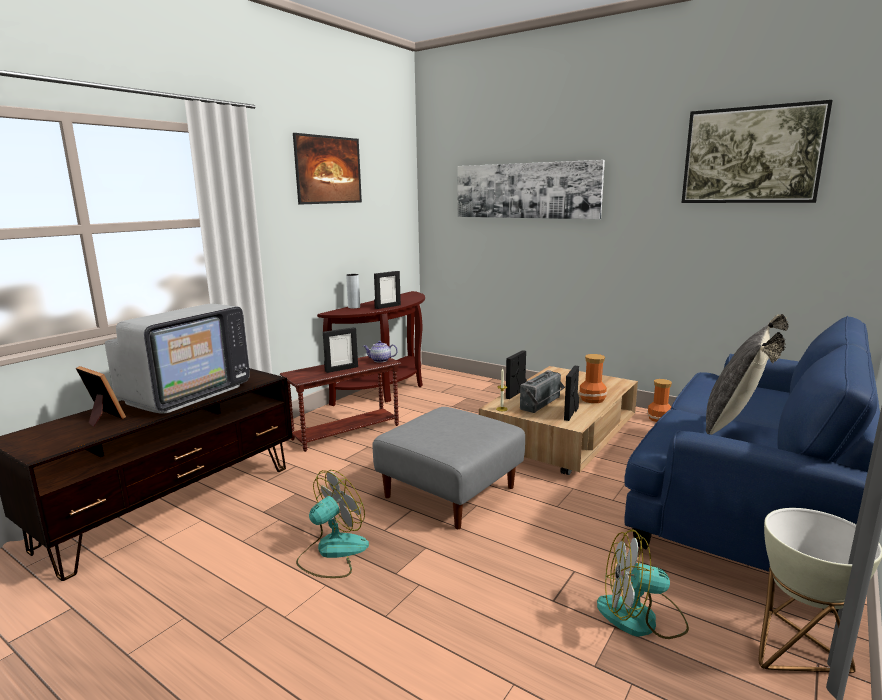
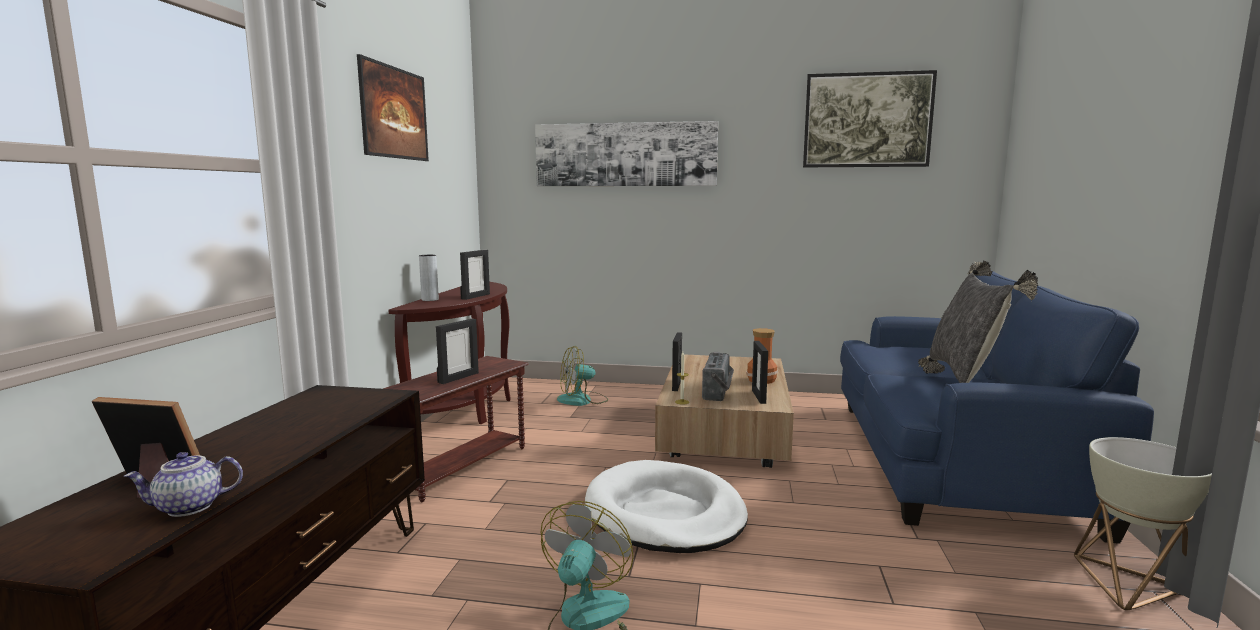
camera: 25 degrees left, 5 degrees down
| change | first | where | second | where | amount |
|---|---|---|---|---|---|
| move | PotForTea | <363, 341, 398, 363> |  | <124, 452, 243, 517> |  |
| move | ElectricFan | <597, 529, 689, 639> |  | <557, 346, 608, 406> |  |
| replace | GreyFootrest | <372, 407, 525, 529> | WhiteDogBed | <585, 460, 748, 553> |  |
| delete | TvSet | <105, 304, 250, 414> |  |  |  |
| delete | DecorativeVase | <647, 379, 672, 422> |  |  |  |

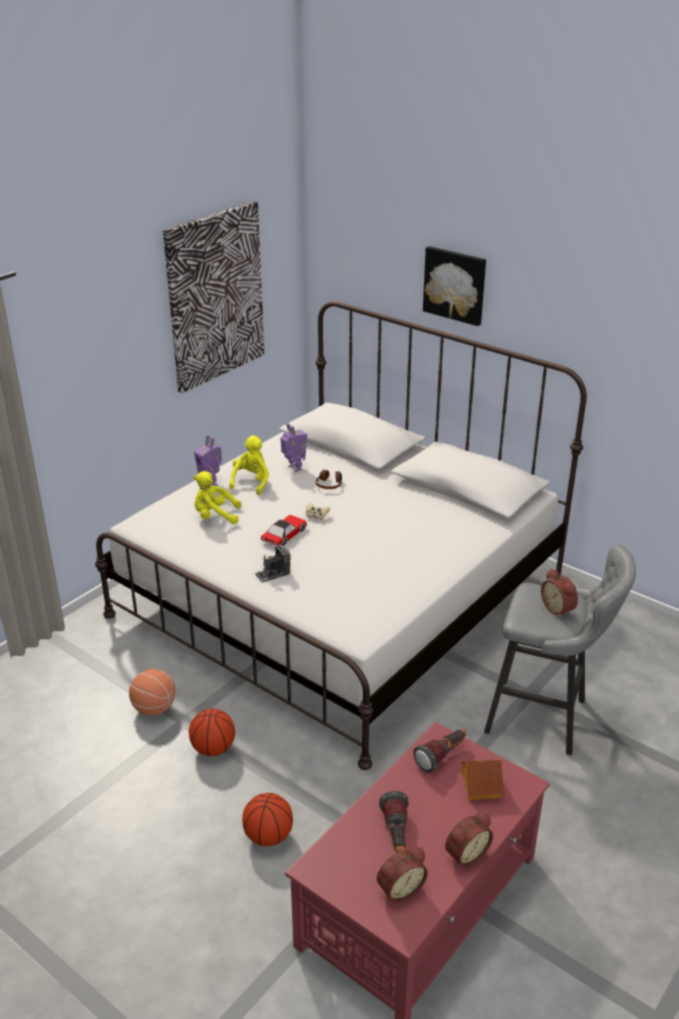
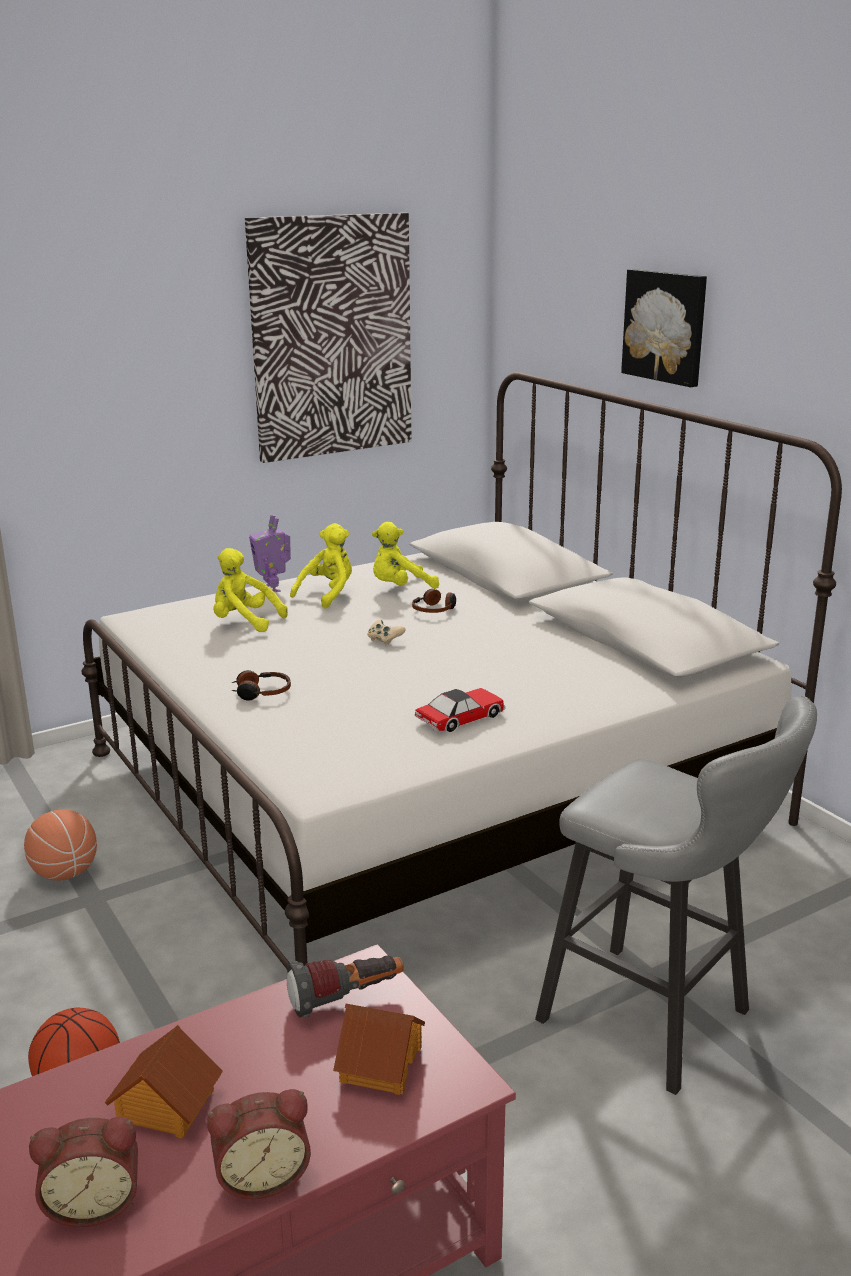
camera: 20 degrees right, 10 degrees down
| change | first | where | second | where | amount |
|---|---|---|---|---|---|
| replace | Flashlight | <379, 791, 409, 853> | ModelHouse | <105, 1025, 223, 1139> |  |
| replace | StillCamera | <255, 545, 291, 582> | Headphones | <231, 670, 291, 701> |  |
| replace | ToyRobot | <280, 423, 307, 472> | YellowPlushToy | <372, 522, 439, 589> |  |
| move | ModelCar | <261, 515, 307, 546> |  | <415, 688, 506, 732> |  |
| delete | BasketballBall | <189, 709, 235, 756> |  |  |  |
| delete | BedsideClock | <541, 568, 578, 618> |  |  |  |

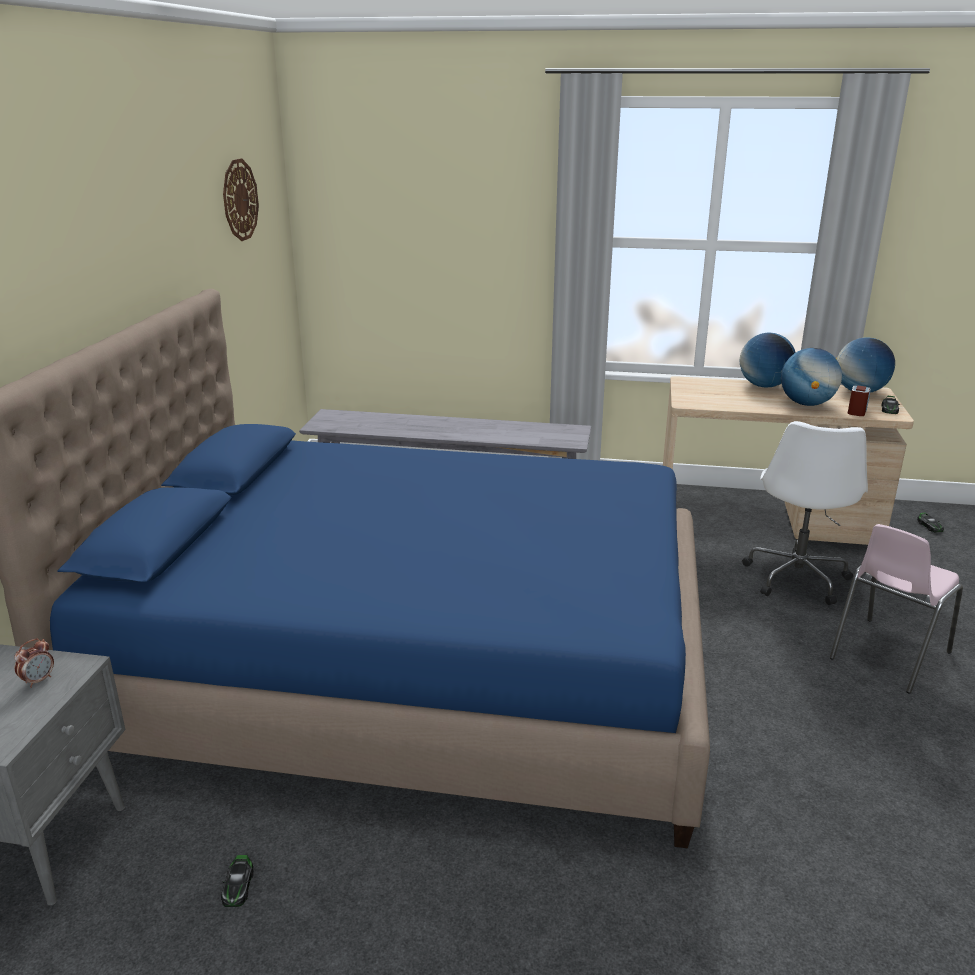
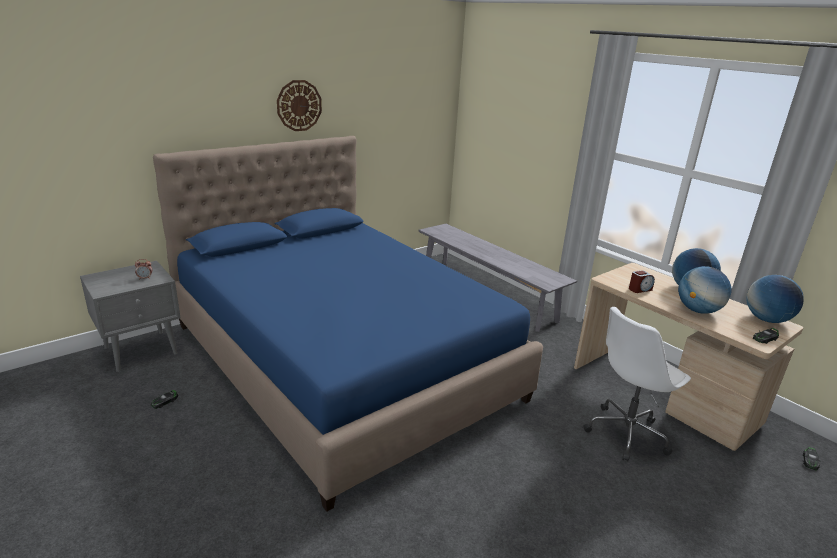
camera: 40 degrees right, 0 degrees up
| change | first | where | second | where | amount |
|---|---|---|---|---|---|
| move | HangingClock | <223, 158, 259, 241> |  | <277, 80, 322, 131> |  |
| move | BedsideClock | <848, 386, 871, 416> |  | <629, 270, 655, 293> |  |
| delete | PinkishPlainChair | <830, 524, 963, 694> |  |  |  |

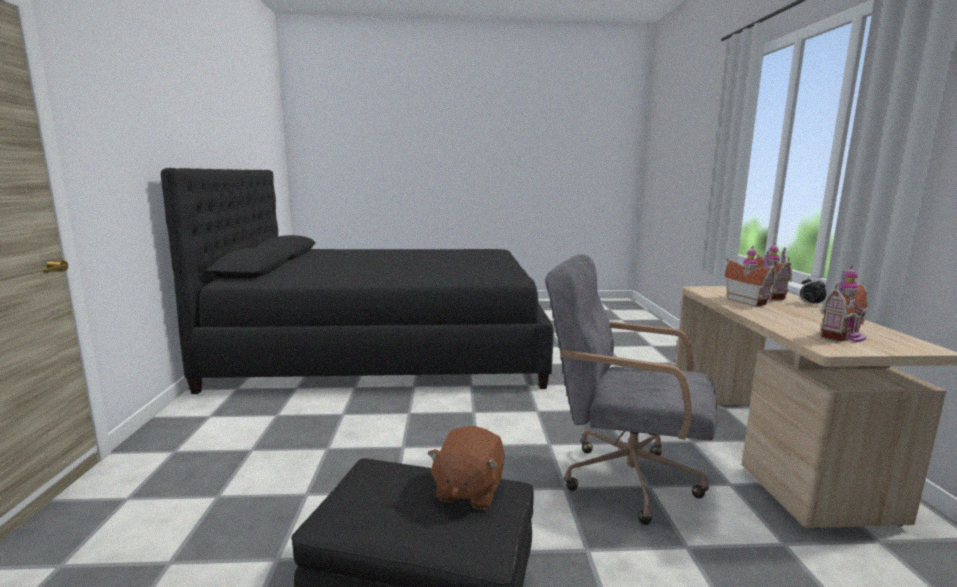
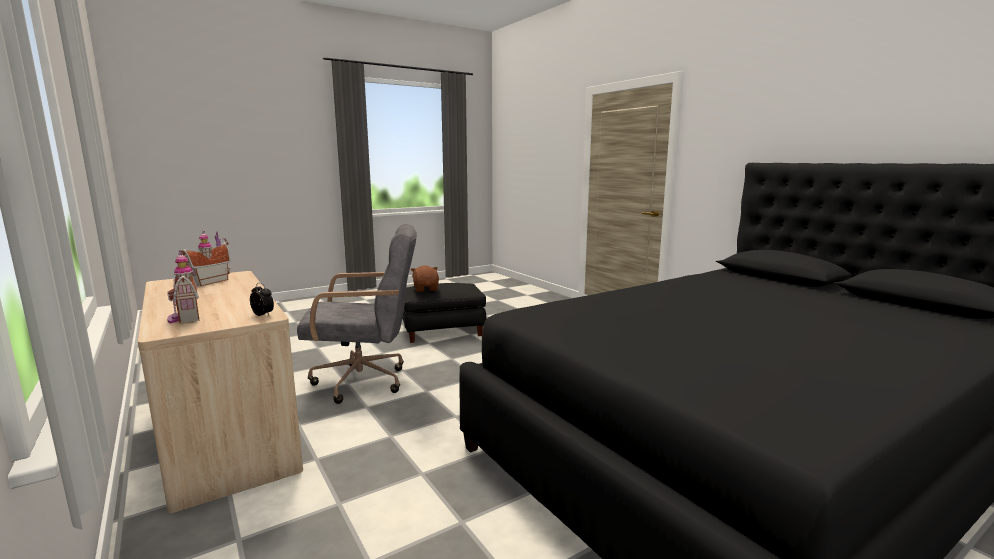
camera: 150 degrees right, 0 degrees up
| change | first | where | second | where | amount |
|---|---|---|---|---|---|
| move | BedsideClock | <800, 276, 827, 306> |  | <250, 283, 274, 317> |  |
| delete | ModelHouse | <724, 246, 778, 307> |  |  |  |

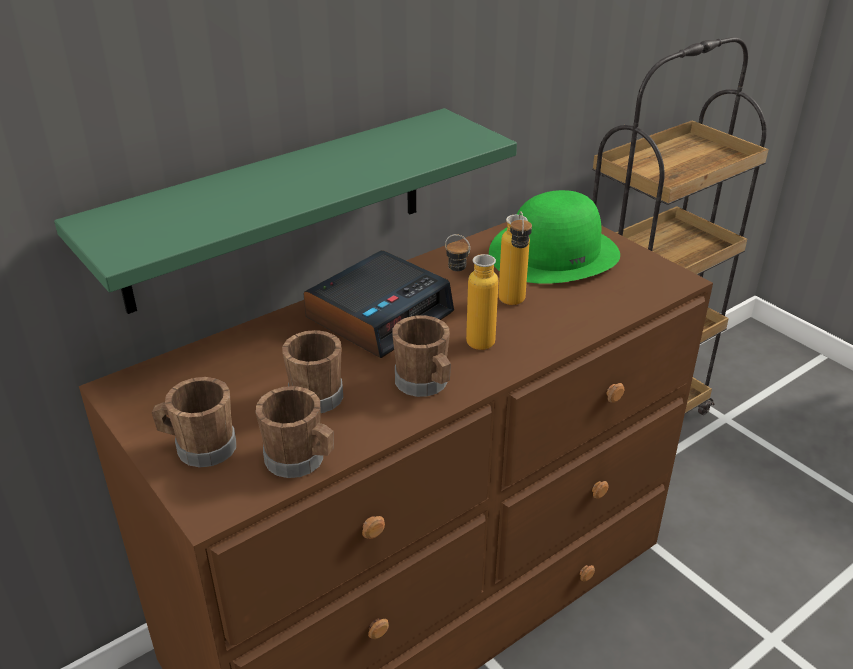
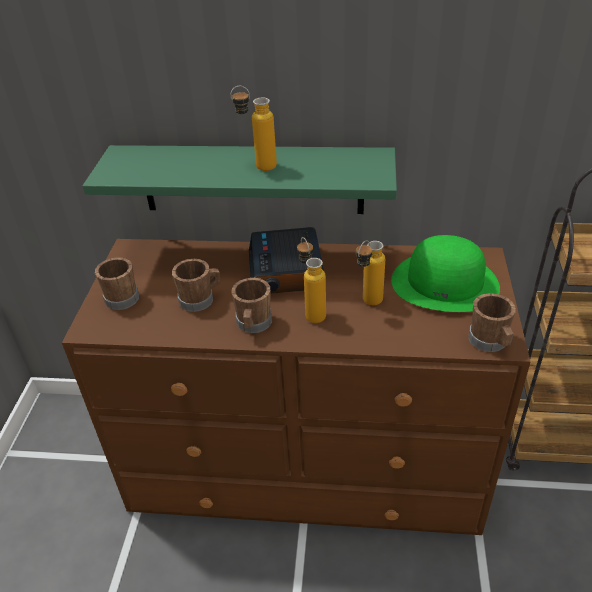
camera: 45 degrees right, 5 degrees up
| change | first | where | second | where | amount |
|---|---|---|---|---|---|
| insert |  |  | Bottle | <231, 86, 277, 171> |  |
| rotate | BedsideClock | <303, 250, 454, 358> |  | <249, 227, 324, 294> | 90 degrees clockwise |
| move | BrownishMug | <256, 386, 334, 478> |  | <468, 293, 516, 352> |  |

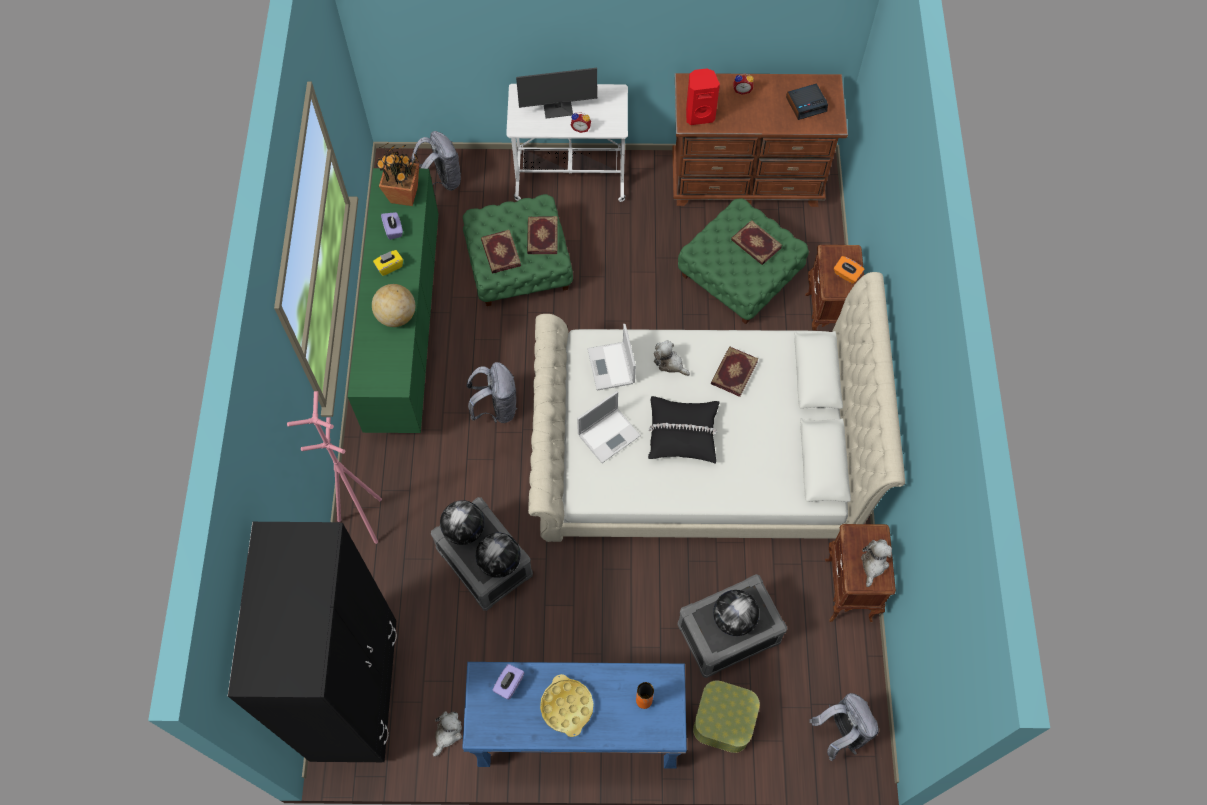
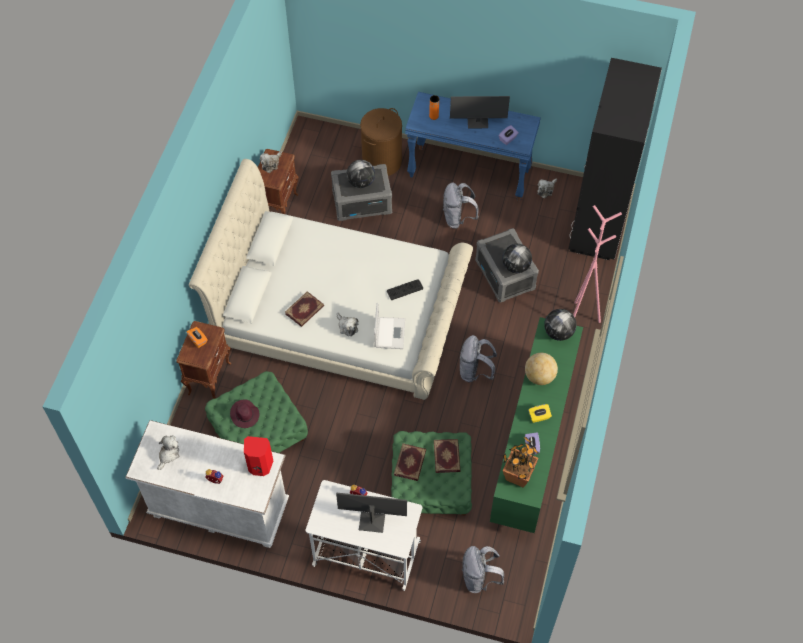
camera: 165 degrees left, 5 degrees down
| change | first | where | second | where | amount |
|---|---|---|---|---|---|
| recolor | BrownishDresser | <672, 73, 848, 207> | WhiteDresser | <125, 420, 289, 548> |  |
| replace | BedsideClock | <786, 83, 828, 120> | PlushToy | <157, 436, 179, 470> |  |
| replace | Volume | <731, 220, 782, 265> | PurpleColouredClothingHat | <230, 399, 259, 428> |  |
| replace | StorageContainer | <693, 680, 760, 753> | BrownishLaundryBasket | <360, 108, 402, 176> |  |
| replace | NotebookComputer | <577, 391, 641, 463> | Keyboard | <387, 279, 423, 300> |  |
| move | GreyBackpack | <810, 693, 879, 762> |  | <443, 182, 479, 229> |  |
| replace | YellowServingTray | <540, 674, 594, 737> | Monitor | <450, 96, 510, 128> |  |
| move | Globe | <476, 533, 521, 578> |  | <544, 309, 576, 341> |  |
| delete | BlackThrowPillow | <648, 396, 720, 464> |  |  |  |

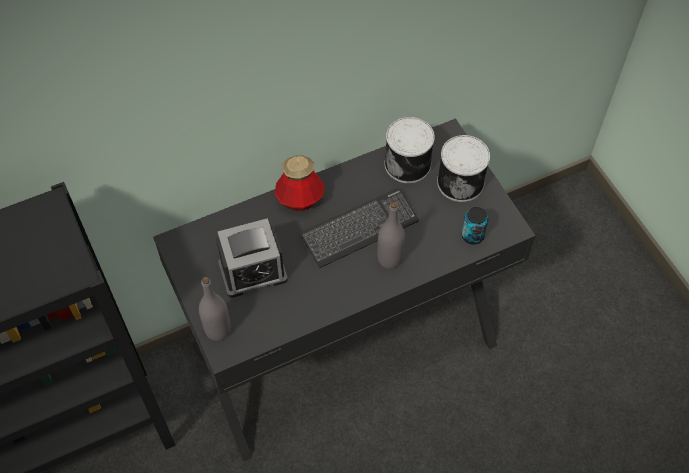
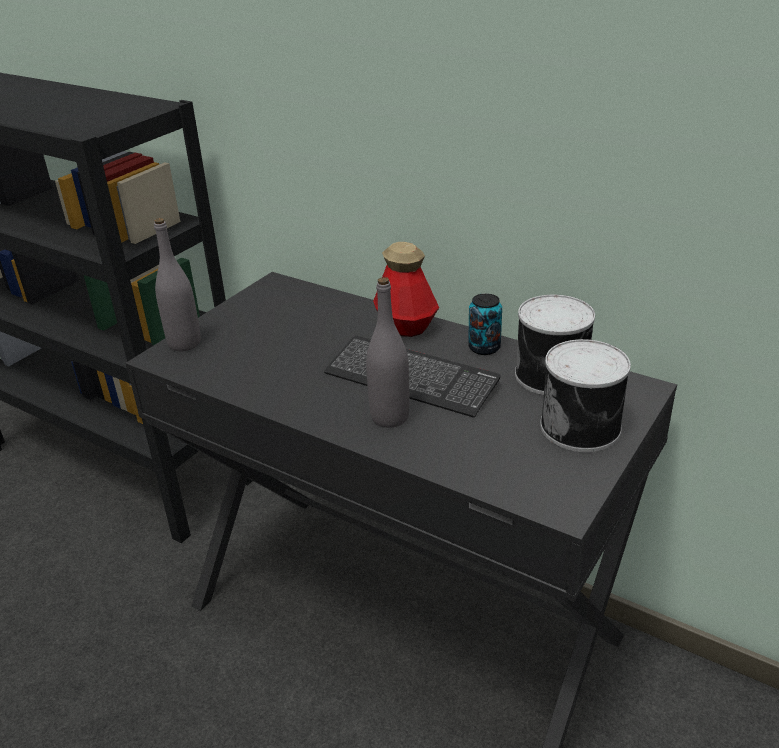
camera: 60 degrees right, 25 degrees down
| change | first | where | second | where | amount |
|---|---|---|---|---|---|
| move | MetalCan | <462, 207, 488, 245> |  | <468, 293, 502, 355> |  |
| delete | BedsideClock | <216, 218, 288, 298> |  |  |  |

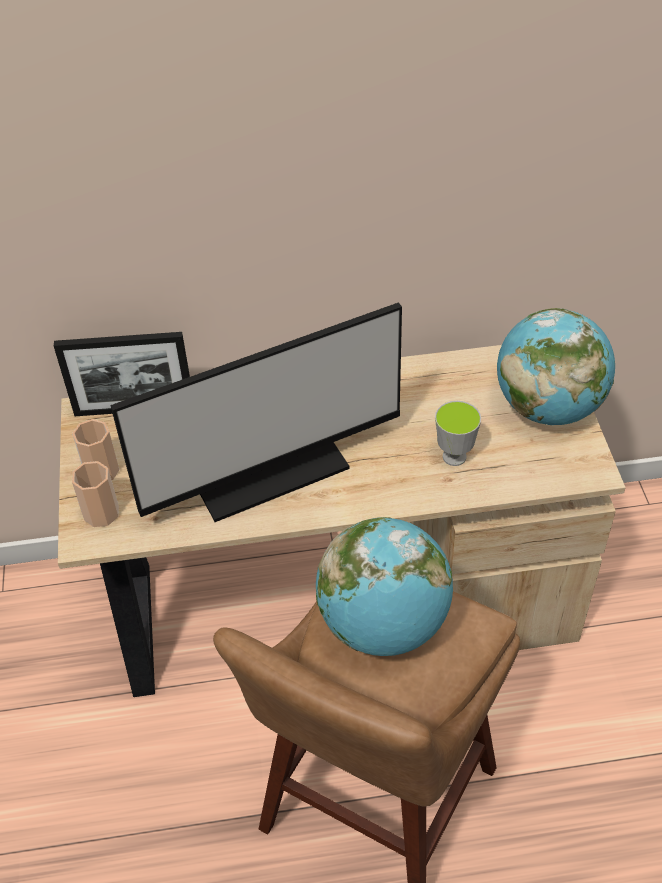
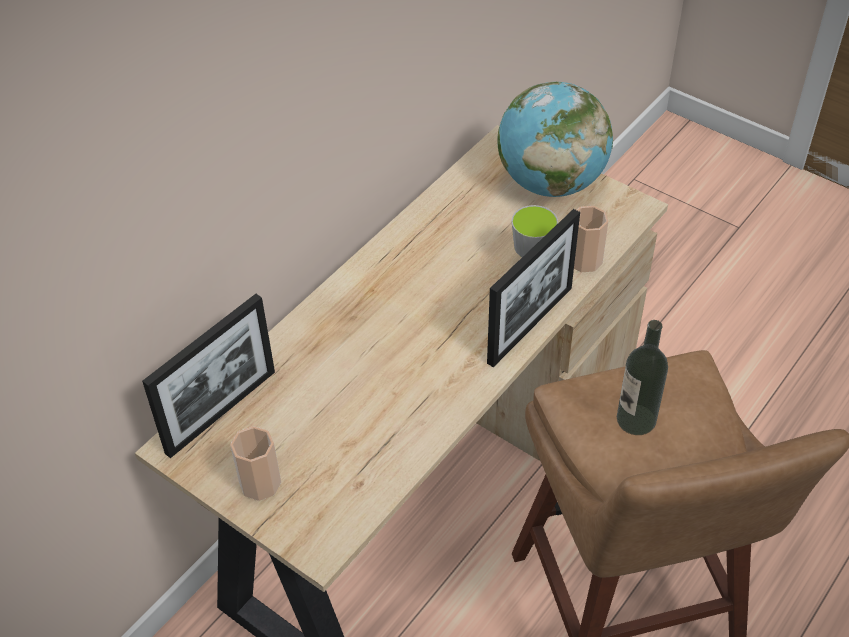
camera: 45 degrees left, 0 degrees up
| change | first | where | second | where | amount |
|---|---|---|---|---|---|
| insert |  |  | PictureFrame | <487, 209, 580, 367> |  |
| move | SmallCup | <72, 461, 119, 527> |  | <574, 206, 609, 272> |  |
| replace | Globe | <316, 517, 453, 656> | Bottle | <617, 320, 668, 435> |  |
| delete | Monitor | <110, 302, 402, 522> |  |  |  |

